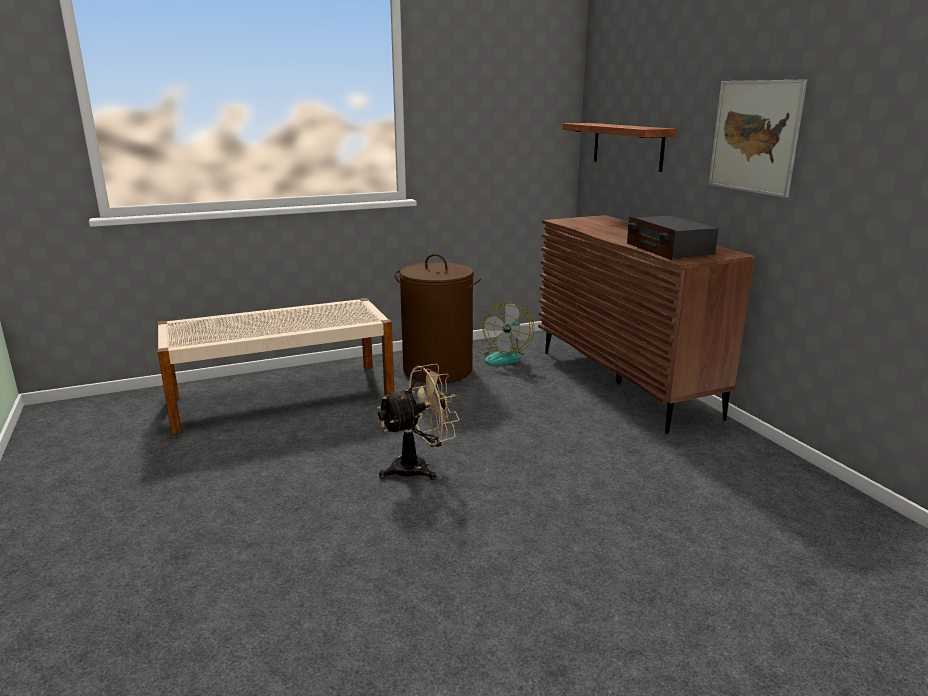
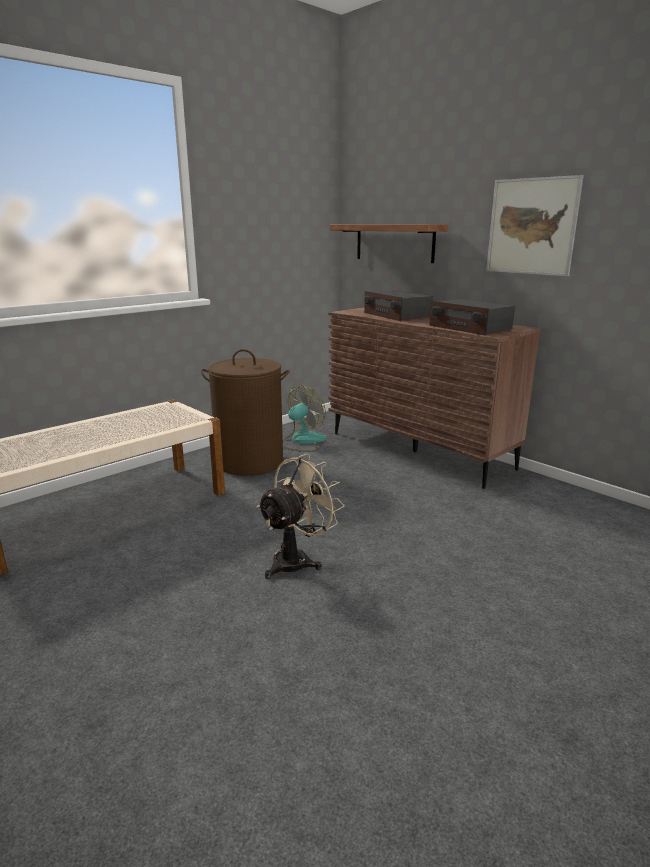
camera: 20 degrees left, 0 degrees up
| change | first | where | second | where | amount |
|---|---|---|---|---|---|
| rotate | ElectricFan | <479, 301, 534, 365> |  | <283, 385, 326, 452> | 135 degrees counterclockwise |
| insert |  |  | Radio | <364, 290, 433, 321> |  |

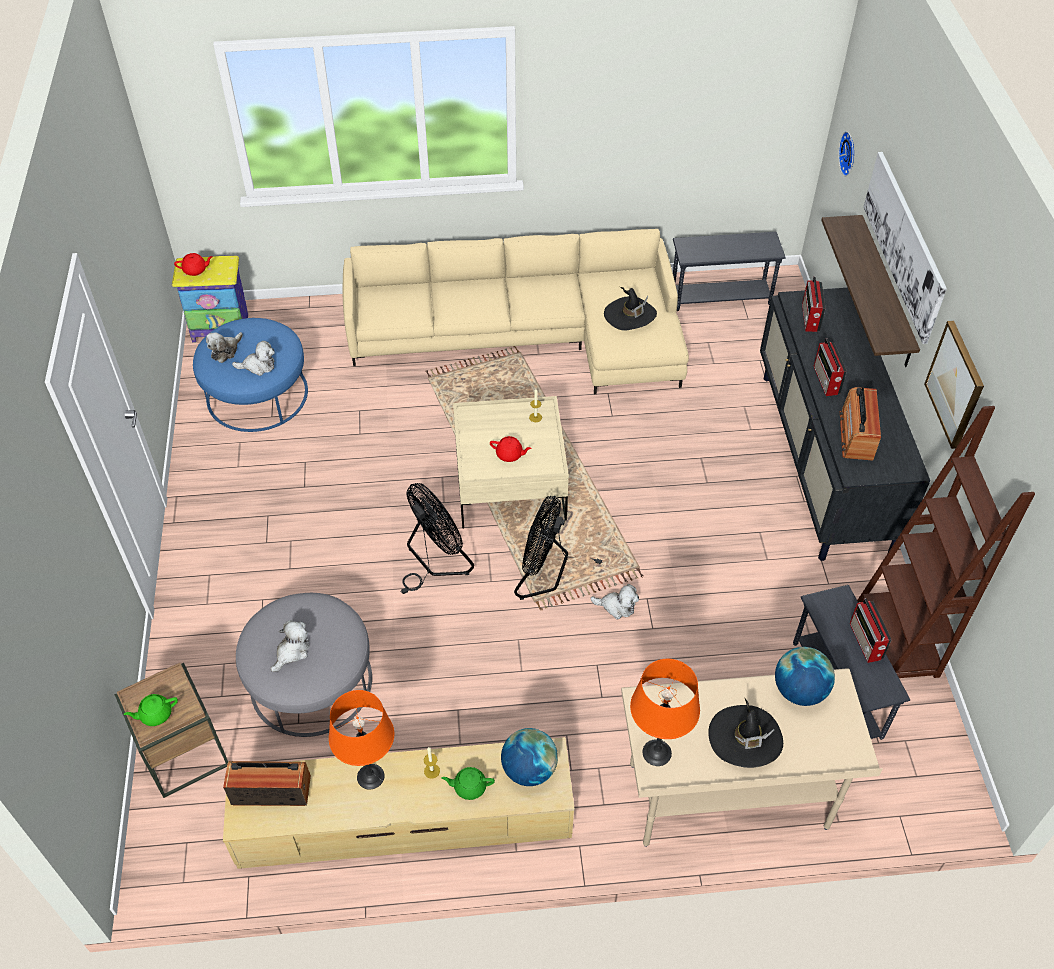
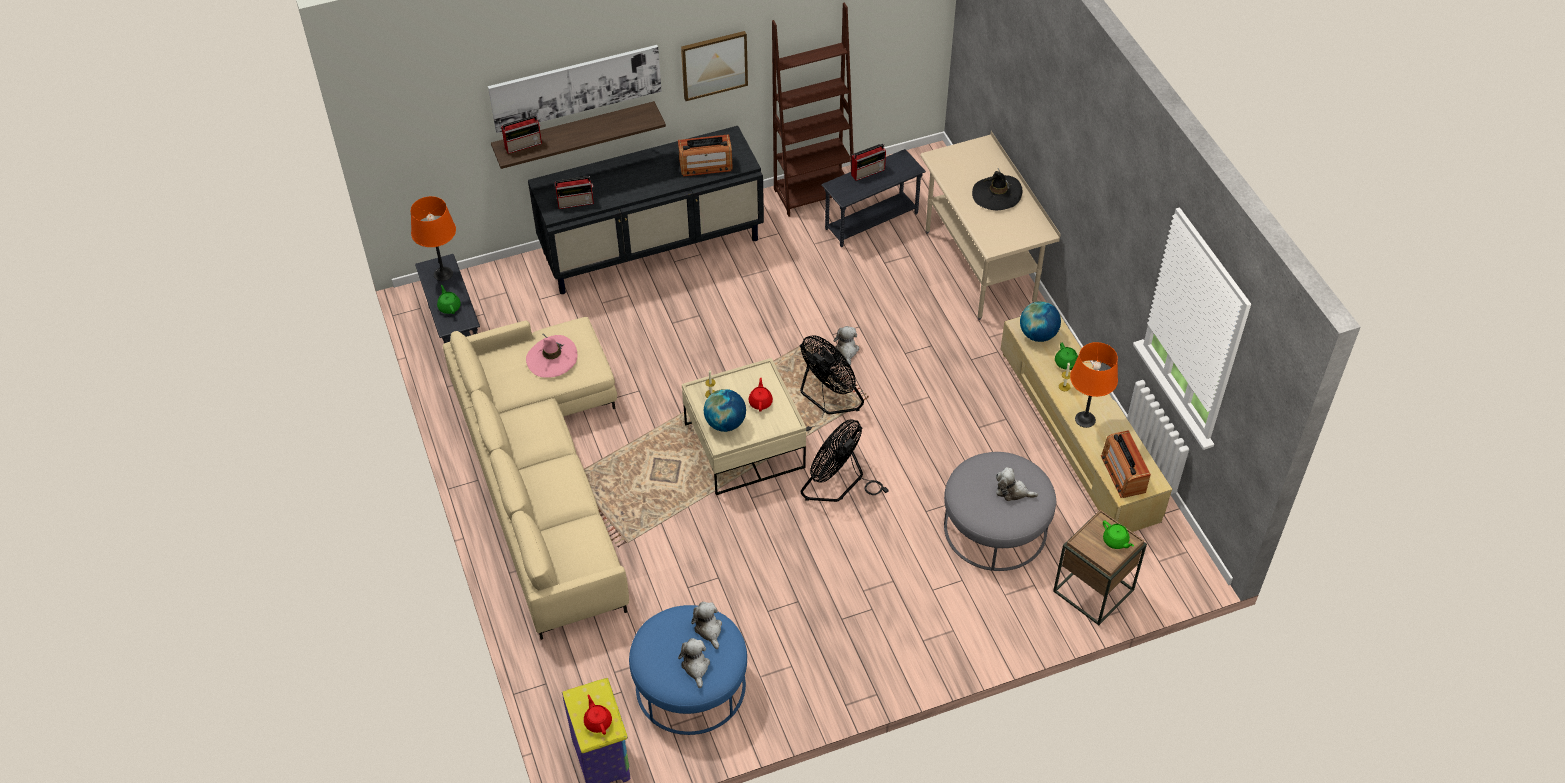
camera: 105 degrees left, 0 degrees up
| change | first | where | second | where | amount |
|---|---|---|---|---|---|
| move | OrangeColouredTabletopLamp | <630, 659, 700, 766> |  | <411, 196, 456, 281> |  |
| insert |  |  | GreenPotForTea | <437, 285, 461, 314> |  |
| move | Radio | <813, 338, 847, 396> |  | <501, 115, 542, 154> |  |
| recolor | BlackClothingHat | <604, 287, 657, 330> | PinkishClothingHat | <526, 333, 577, 378> |  |
| rotate | PlushToy | <206, 332, 243, 363> |  | <678, 638, 710, 688> | 120 degrees counterclockwise |
| move | Globe | <775, 647, 835, 706> |  | <704, 389, 746, 432> |  |
| rotate | BlackElectricFan | <514, 495, 603, 600> |  | <800, 335, 864, 431> | 135 degrees counterclockwise |
| delete | HangingClock | <838, 131, 854, 176> |  |  |  |

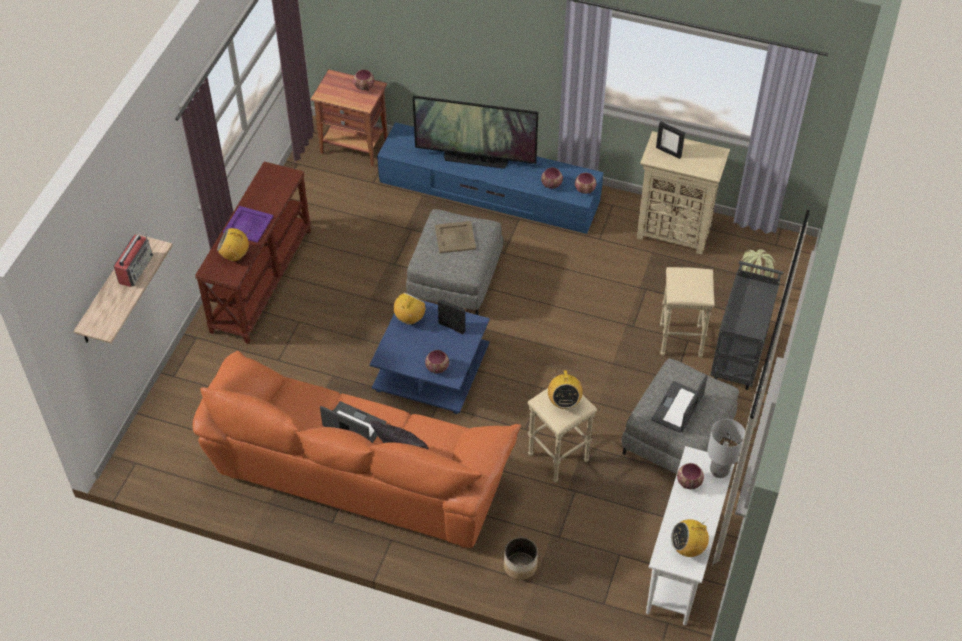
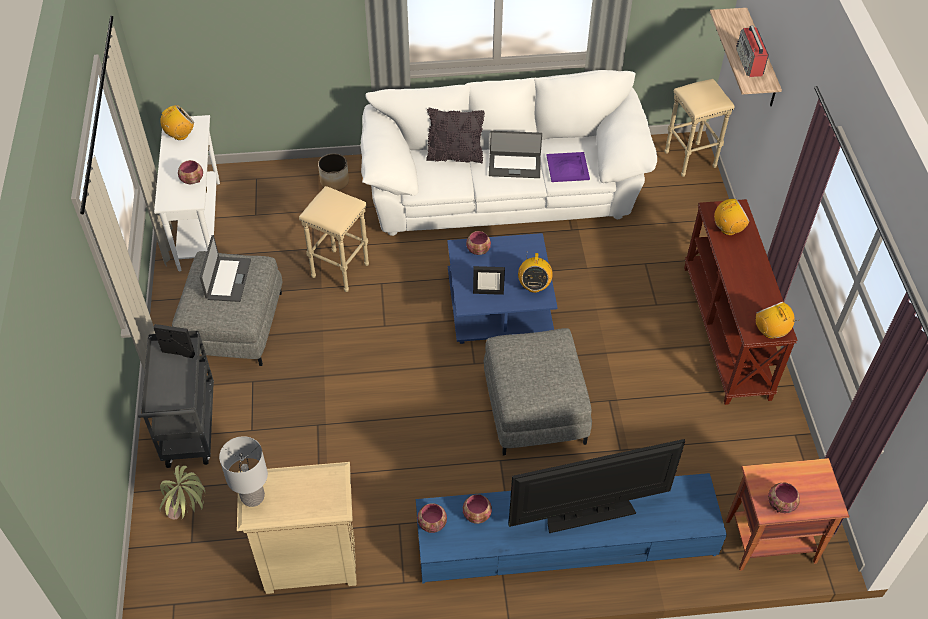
camera: 155 degrees right, 0 degrees up
| change | first | where | second | where | amount |
|---|---|---|---|---|---|
| move | PictureFrame | <656, 122, 685, 159> |  | <153, 324, 195, 358> |  |
| move | GreyTabletopLamp | <707, 419, 745, 478> |  | <219, 436, 268, 507> |  |
| recolor | OrangeColouredSettee | <193, 351, 521, 548> | WhiteSettee | <361, 70, 657, 236> |  |
| move | PurpleColouredServingTray | <223, 206, 274, 243> |  | <546, 152, 590, 182> |  |
| move | SandColouredStool | <660, 267, 714, 358> |  | <665, 79, 735, 177> |  |
| move | Radio | <548, 370, 583, 409> |  | <756, 302, 797, 339> |  |
| delete | SandColouredServingTray | <435, 221, 476, 253> |  |  |  |

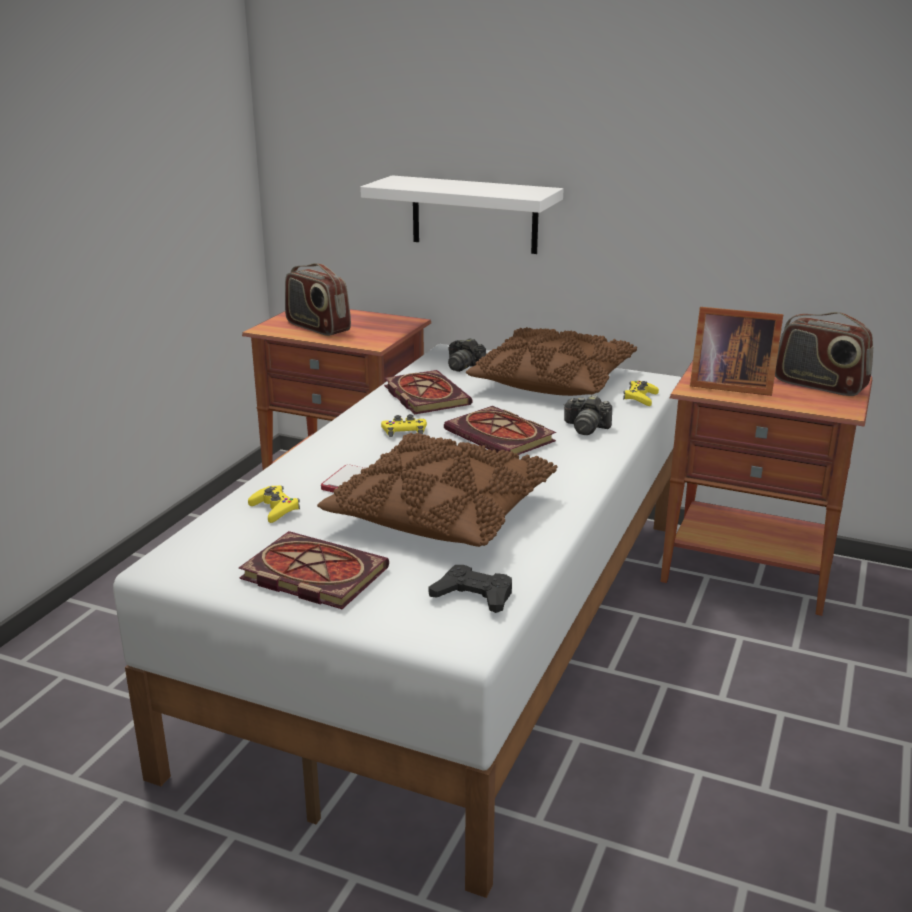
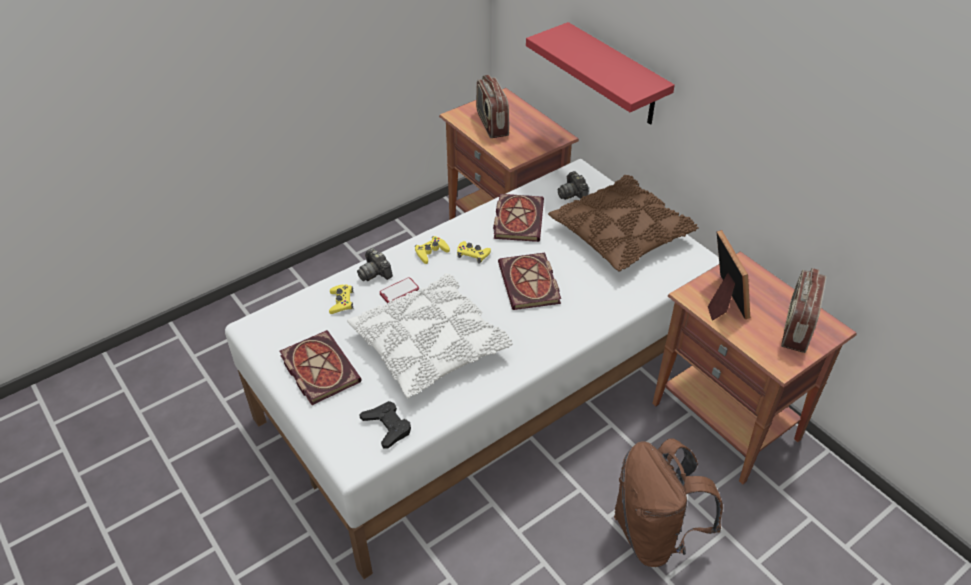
camera: 30 degrees right, 20 degrees up
| change | first | where | second | where | amount |
|---|---|---|---|---|---|
| recolor | BrownishThrowPillow | <317, 433, 558, 547> | WhiteThrowPillow | <347, 273, 513, 398> |  |
| move | StillCamera | <564, 395, 612, 435> |  | <357, 248, 393, 281> |  |
| move | YellowGameController | <623, 381, 659, 406> |  | <415, 236, 450, 264> |  |
| recolor | WhiteBracketShelf | <360, 175, 563, 254> | RedBracketShelf | <526, 22, 675, 125> |  |
| insert |  |  | BrownishBackpack | <614, 438, 723, 567> |  |
| rotate | PictureFrame | <690, 307, 783, 396> |  | <708, 230, 750, 320> | 150 degrees counterclockwise |
| rotate | Radio | <775, 312, 873, 396> |  | <781, 268, 827, 353> | 45 degrees clockwise |

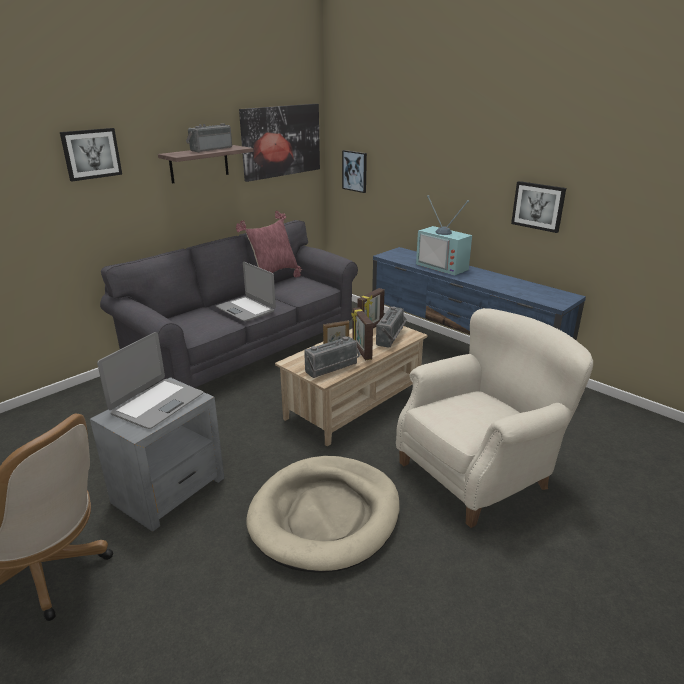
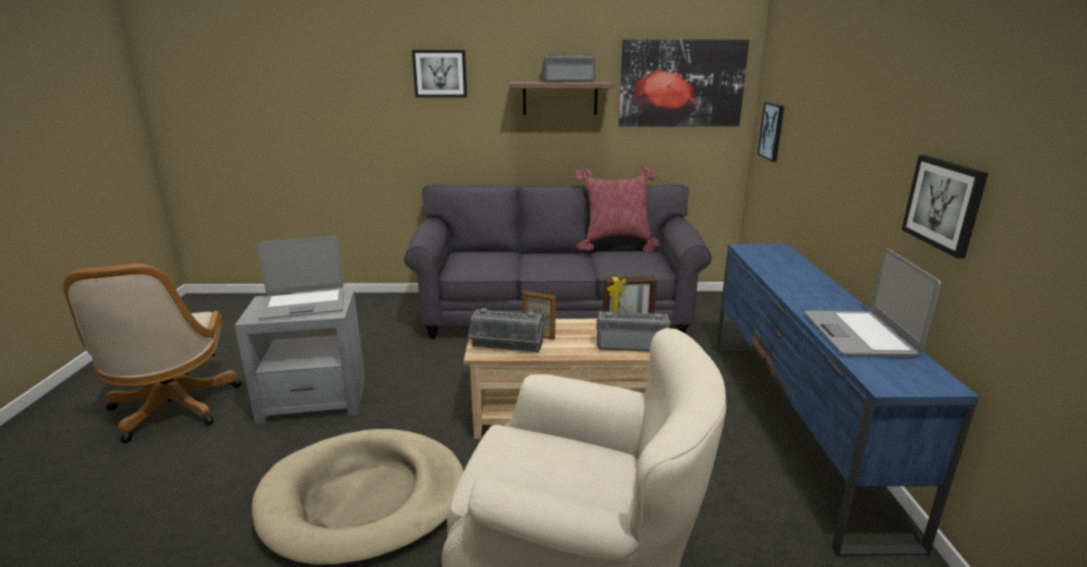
camera: 45 degrees right, 5 degrees down
| change | first | where | second | where | amount |
|---|---|---|---|---|---|
| rotate | Radio | <376, 307, 407, 348> |  | <596, 309, 671, 352> | 150 degrees counterclockwise |
| move | NotebookComputer | <216, 262, 276, 321> |  | <804, 248, 941, 357> |  |
| delete | PictureFrame | <351, 307, 373, 360> |  |  |  |
| delete | TvSet | <416, 195, 472, 276> |  |  |  |

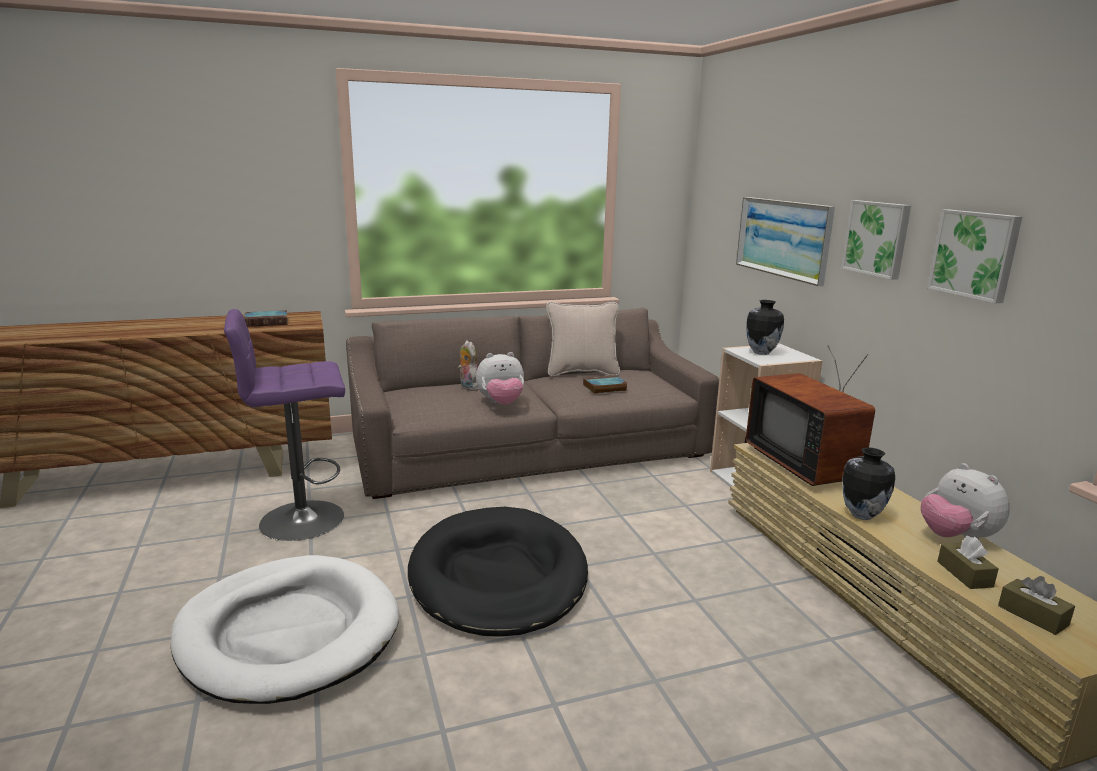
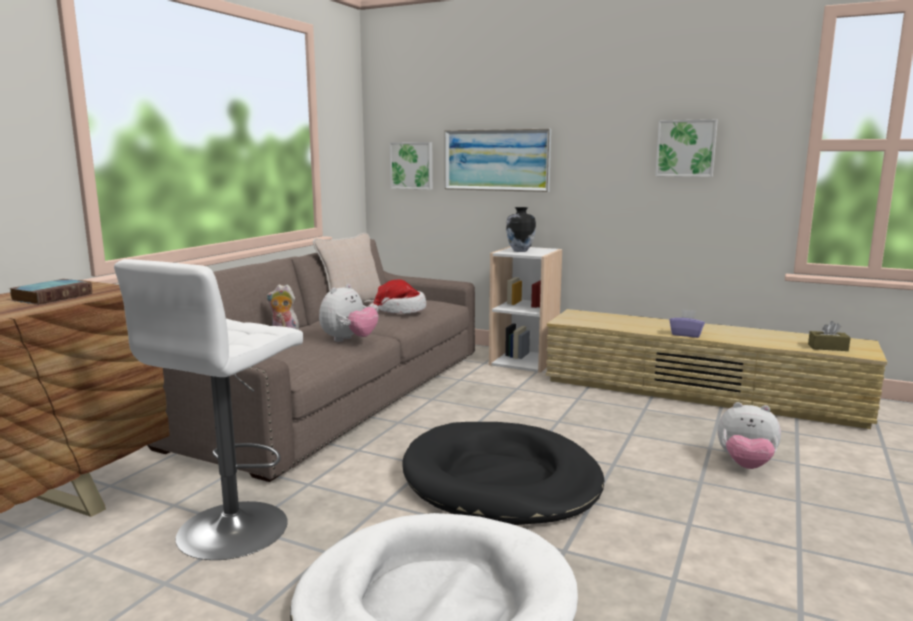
camera: 45 degrees left, 5 degrees down
| change | first | where | second | where | amount |
|---|---|---|---|---|---|
| recolor | PurpleColouredStool | <224, 309, 345, 541> | WhiteStool | <114, 259, 303, 560> |  |
| replace | Volume | <583, 375, 627, 394> | ClothingHat | <368, 280, 426, 314> |  |
| move | Picture | <841, 200, 911, 280> |  | <390, 142, 433, 190> |  |
| replace | DecorativeVase | <842, 447, 895, 520> | PurpleColouredTissueHolder | <669, 309, 705, 338> |  |
| move | PlushToy | <921, 463, 1010, 540> |  | <717, 402, 781, 469> |  |
| delete | TvSet | <746, 346, 875, 486> |  |  |  |
| delete | BrownishTissueHolder | <937, 536, 999, 589> |  |  |  |

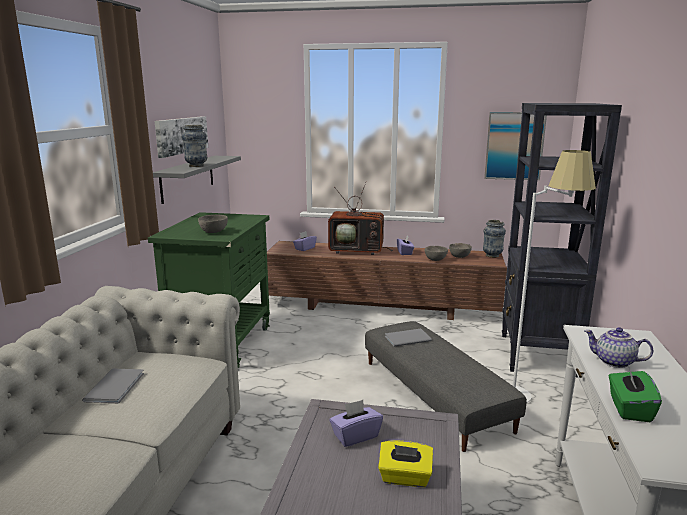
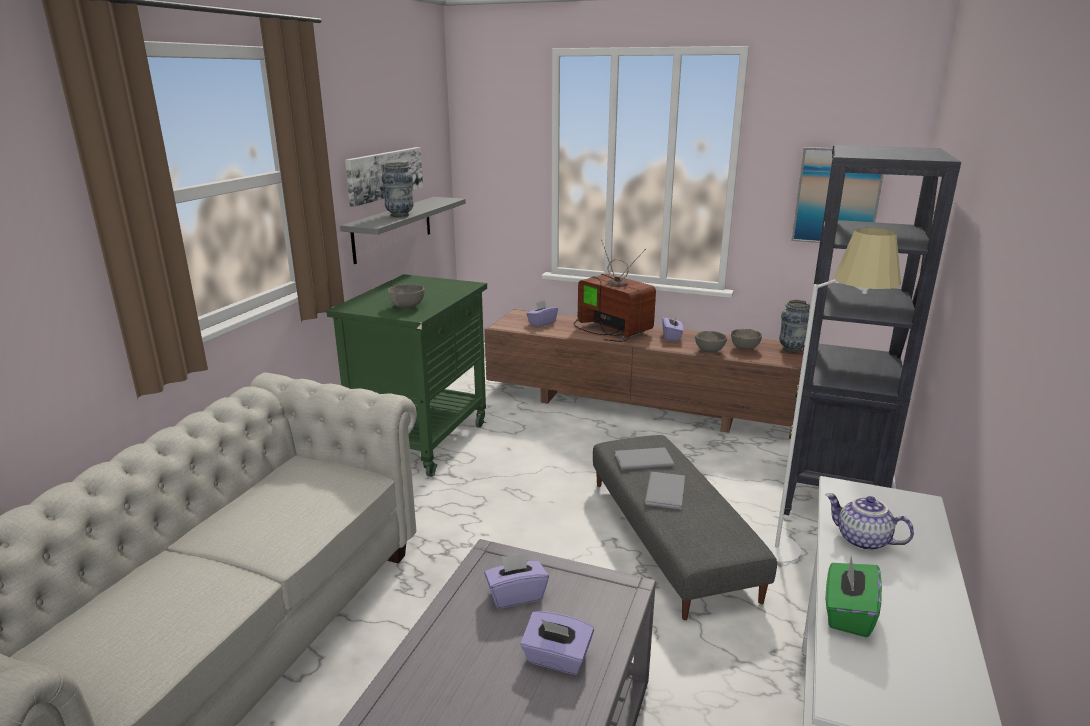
camera: 10 degrees right, 5 degrees up
| change | first | where | second | where | amount |
|---|---|---|---|---|---|
| recolor | YellowTissueHolder | <378, 441, 433, 487> | PurpleColouredTissueHolder | <520, 611, 594, 675> |  |
| rotate | TvSet | <328, 181, 393, 255> |  | <574, 240, 656, 342> | 150 degrees counterclockwise |
| move | GreyVolume | <82, 369, 144, 403> |  | <644, 472, 685, 510> |  |

